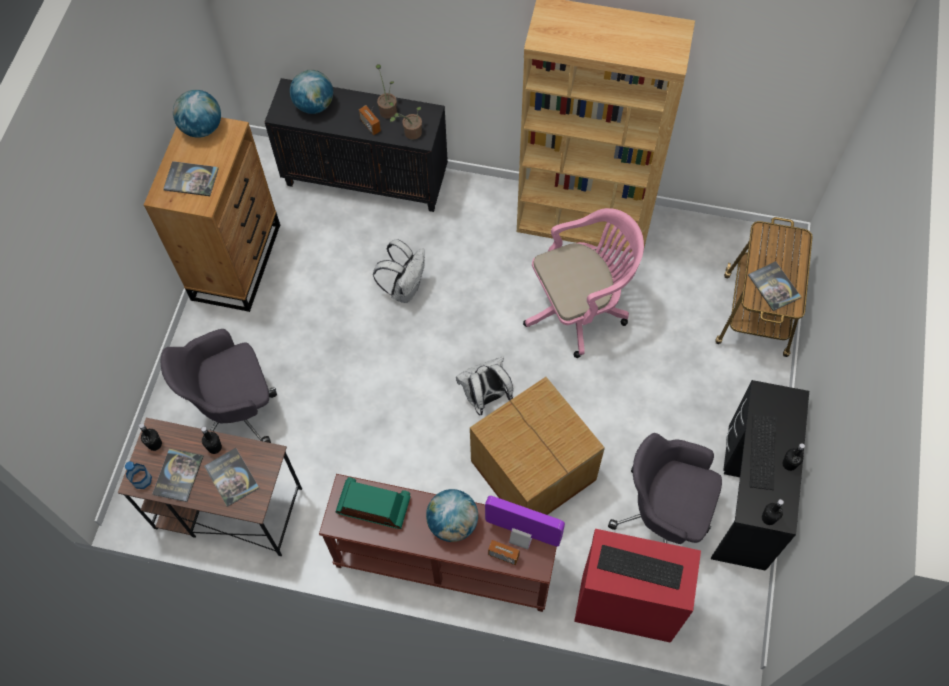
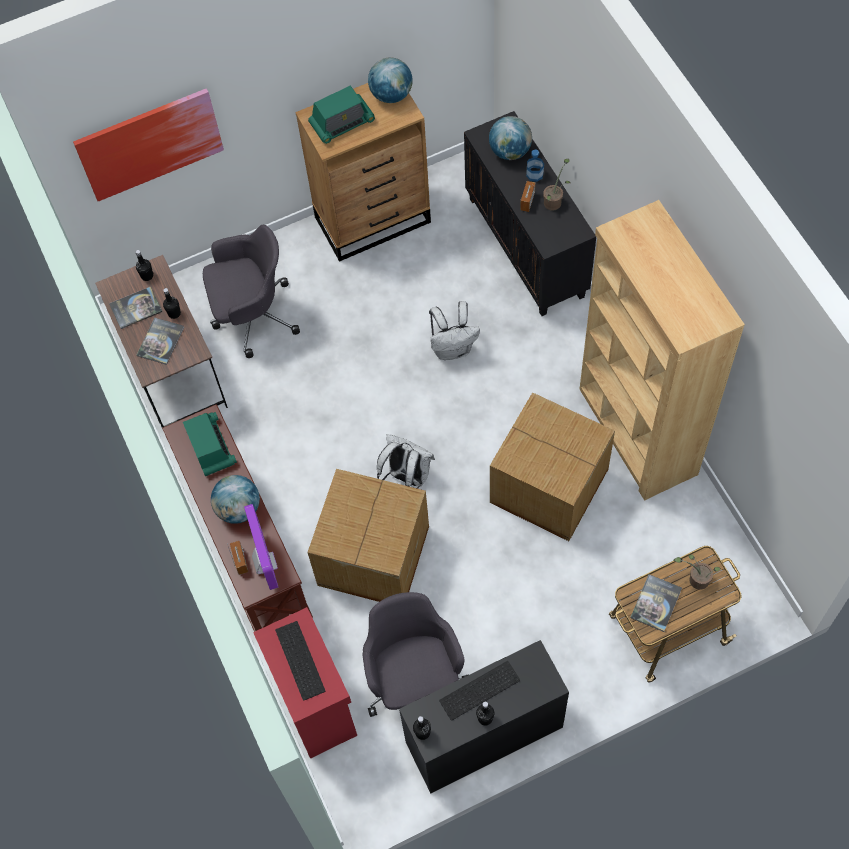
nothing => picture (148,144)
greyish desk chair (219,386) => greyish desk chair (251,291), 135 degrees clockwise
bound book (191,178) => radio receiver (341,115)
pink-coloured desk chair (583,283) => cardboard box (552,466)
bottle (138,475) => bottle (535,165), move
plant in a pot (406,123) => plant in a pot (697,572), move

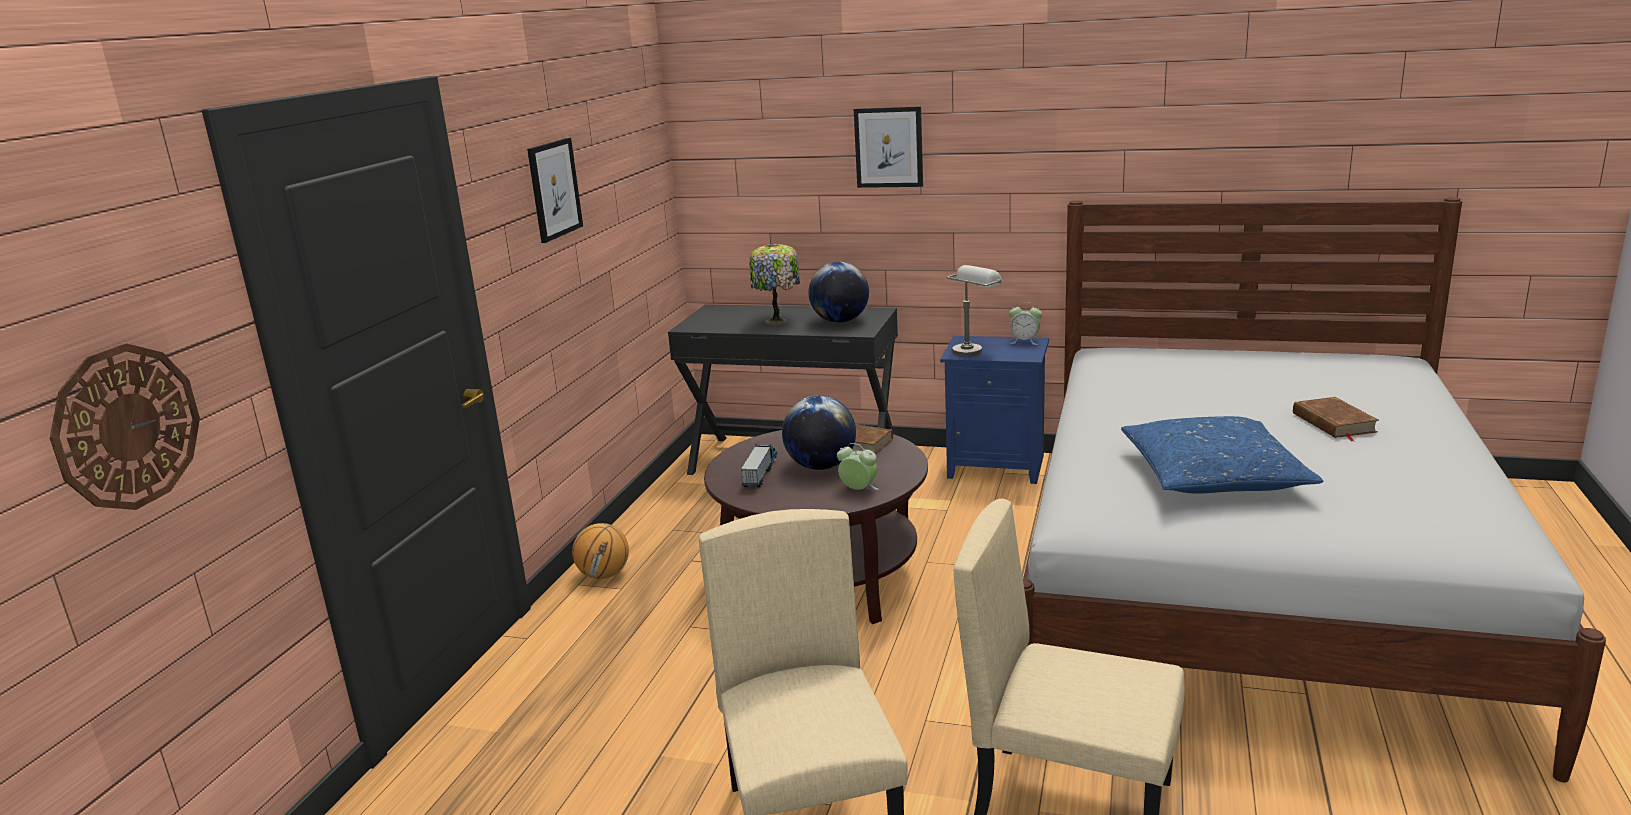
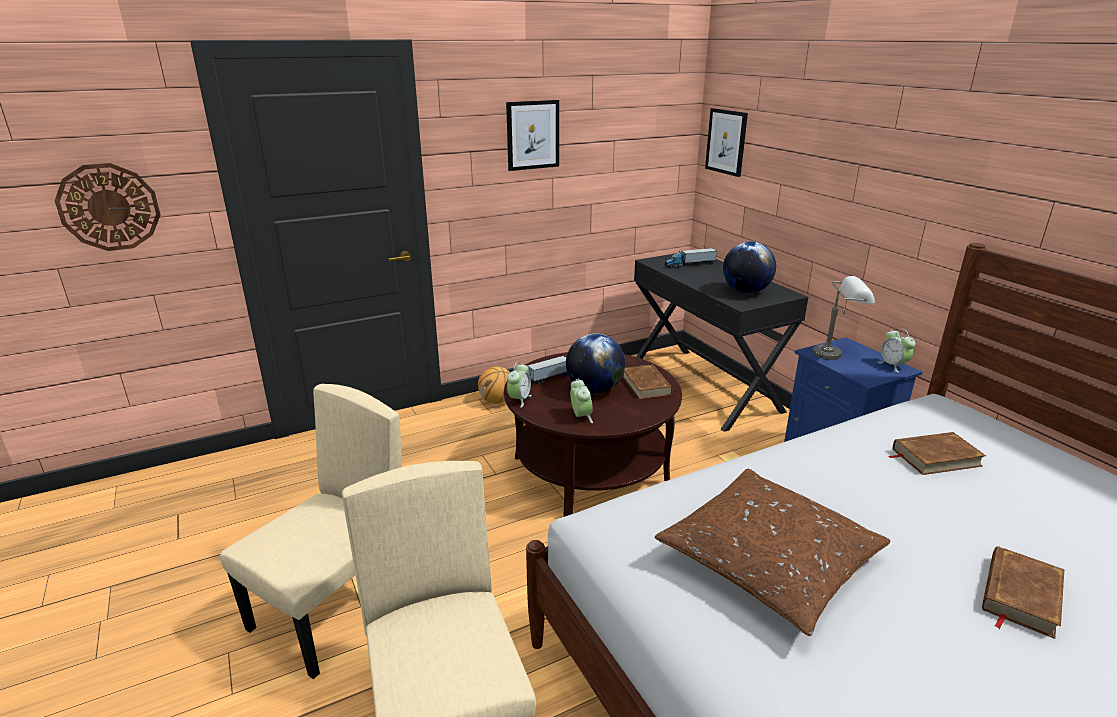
nothing => alarm clock (519,385)
bluish throw pillow (1222,455) => brown-coloured throw pillow (772,552)
nothing => model truck (690,258)
picture (888,147) => picture (726,142), move
nothing => brown-coloured bound book (937,453)
lamp for a table (774,284) => nothing

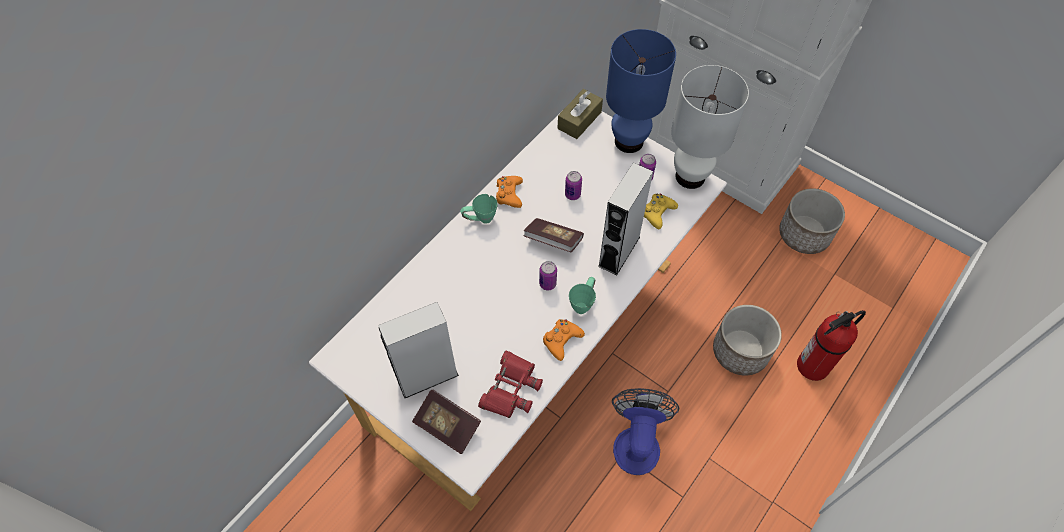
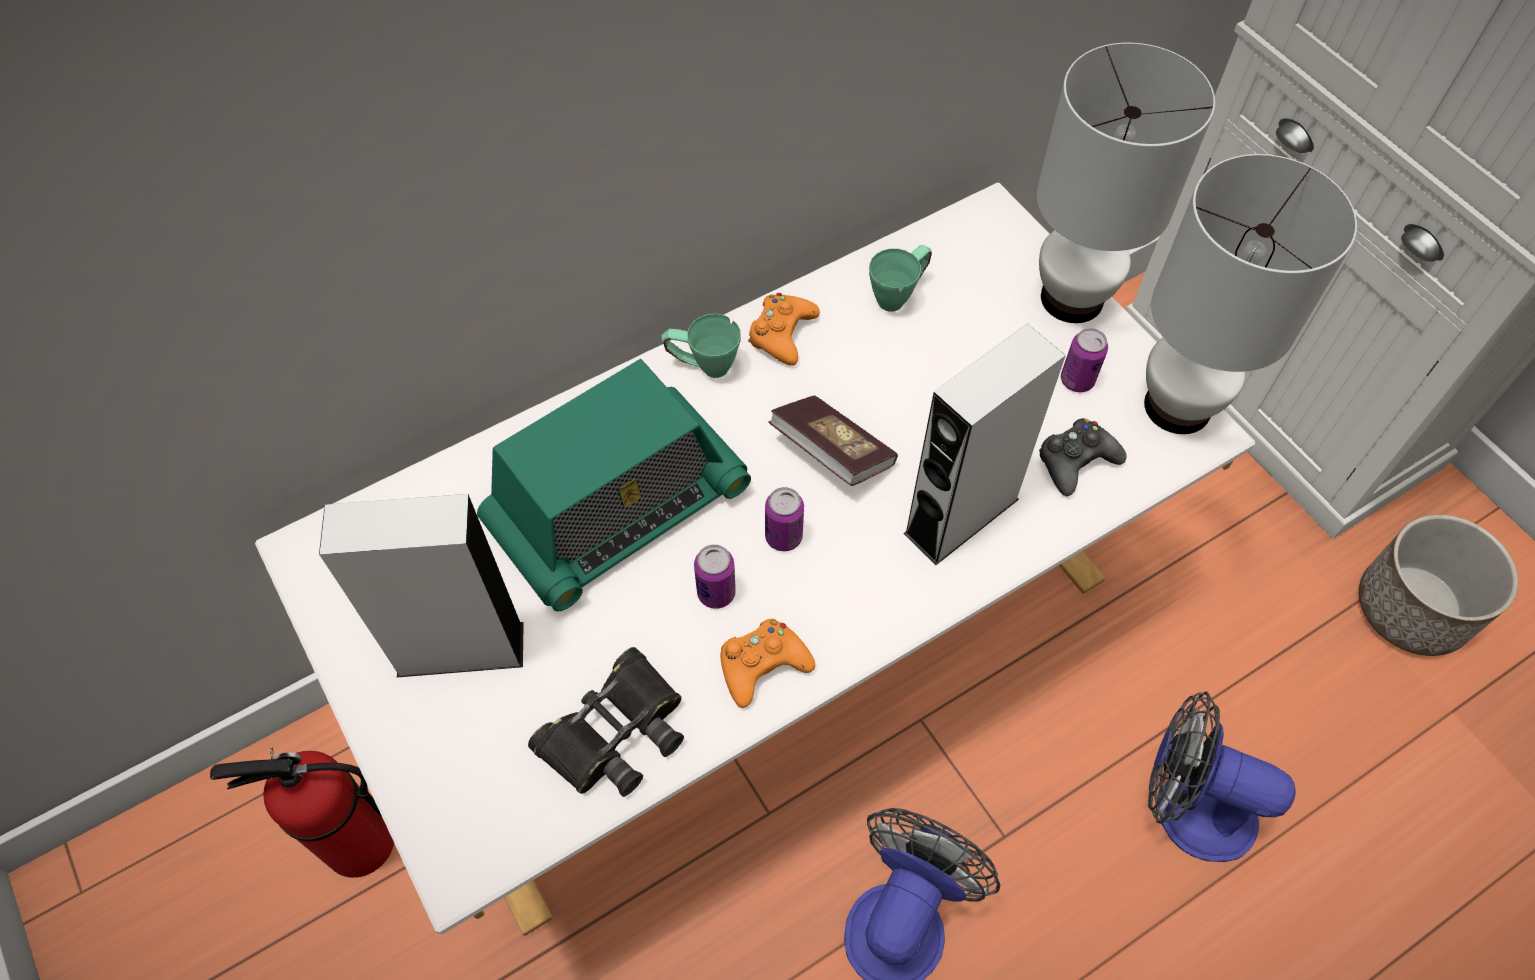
extinguisher (831,345) => extinguisher (302,813), move
nothing => radio receiver (614,485)
reddish pair of binoculars (510,384) => black pair of binoculars (606,722)
metal can (573,185) => metal can (715,577), move
greenish tea mug (582,295) => greenish tea mug (900,278), move
bluish lamp for a table (641,91) => white lamp for a table (1126,182)
yellowish gamepad (661,211) => black gamepad (1082,457)
plant pot (747,340) => electric fan (1222,776)
bound book (446,421) => nothing
brown-coloured box of tissues (580,114) => nothing

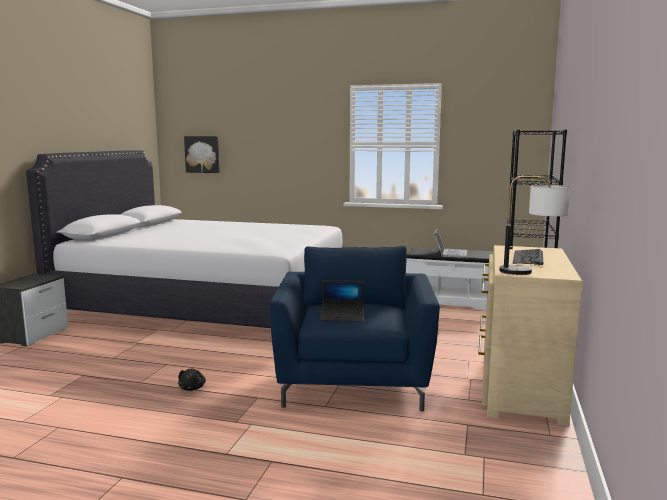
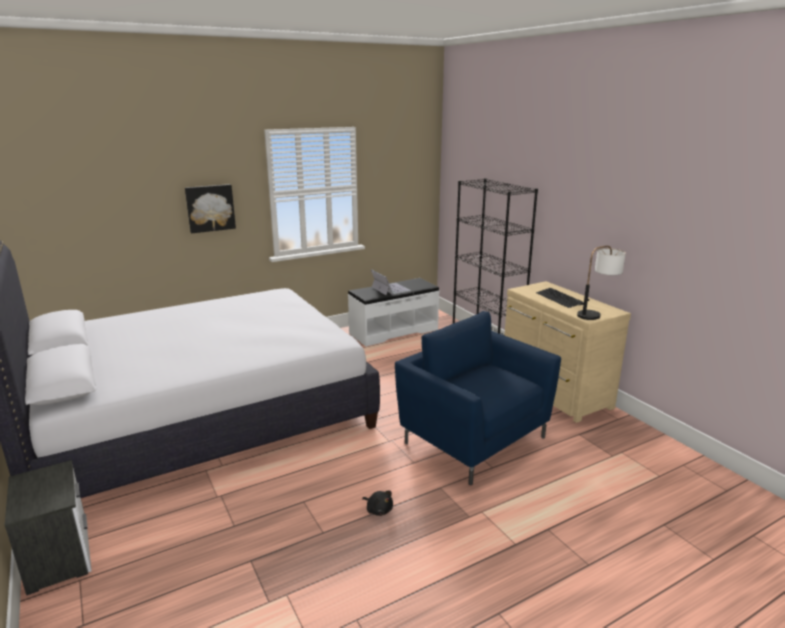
picture (202,154) => picture (210,208), move
laptop (342,301) => nothing

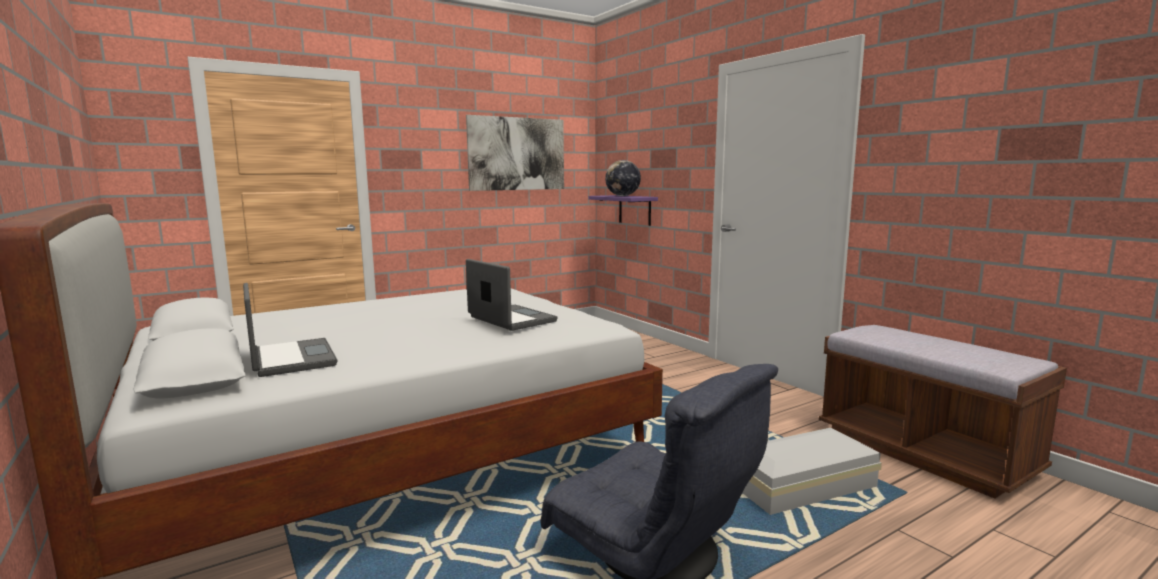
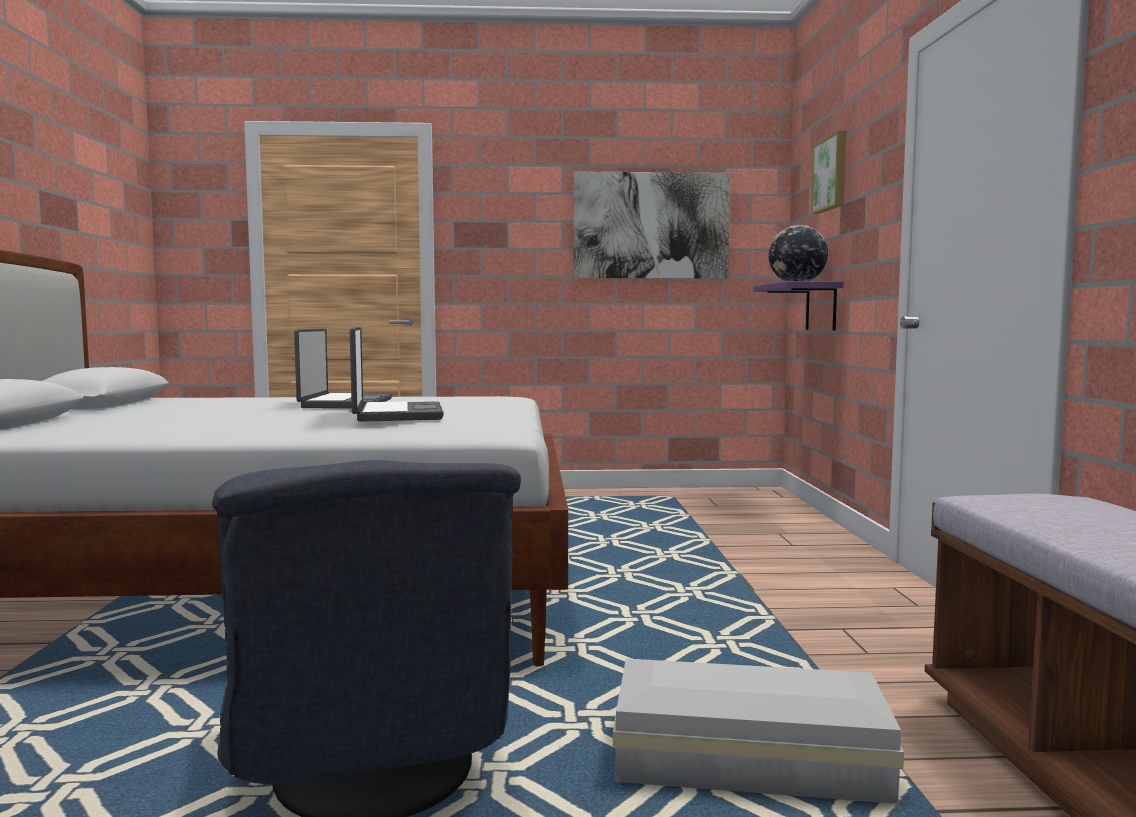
laptop (290,330) => laptop (343,368), move
nothing => picture (828,172)

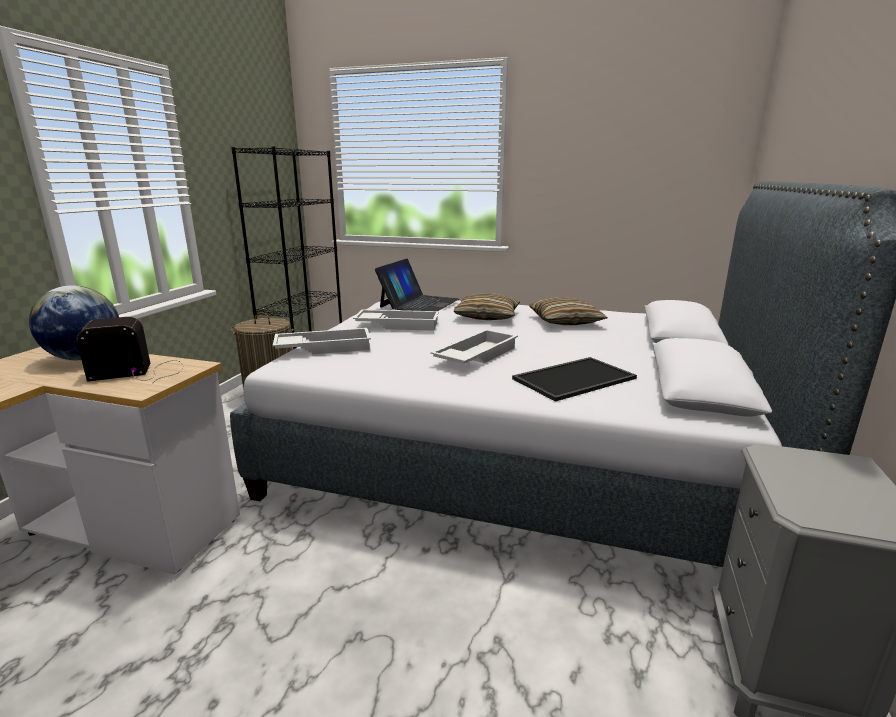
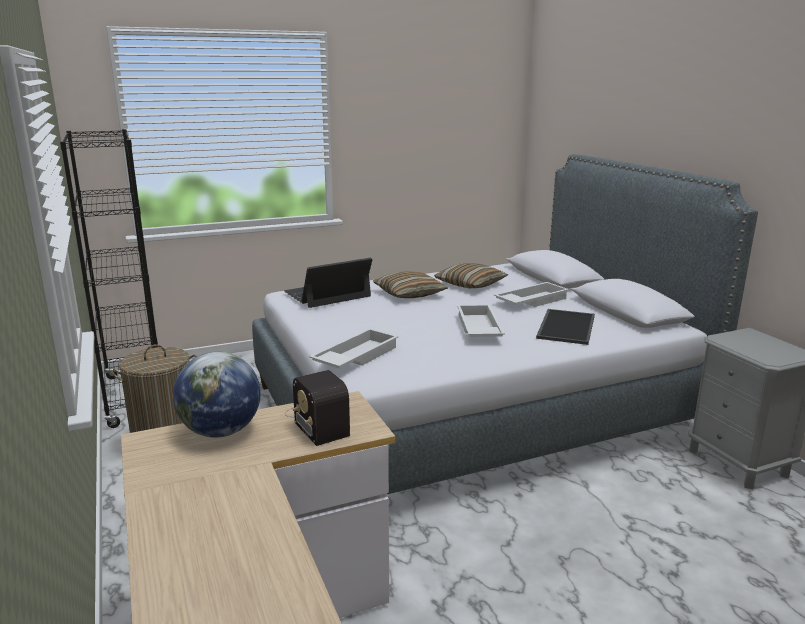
laptop (417,285) => laptop (328,283), 105 degrees counterclockwise
radio receiver (130,350) => radio receiver (317,408), 60 degrees counterclockwise
white serving tray (396,320) => white serving tray (531,294), move

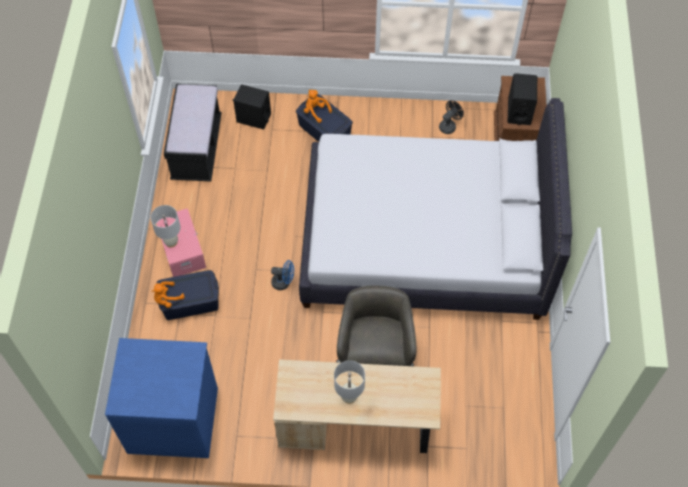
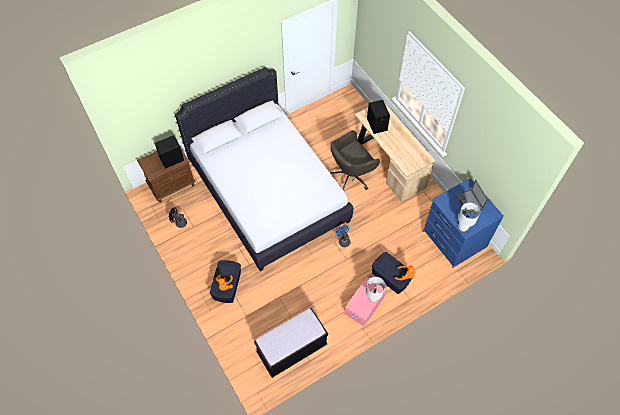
black speaker (251,106) => black speaker (378,117), move
nothing => laptop (472,197)
white lamp for a table (349,382) => white lamp for a table (469,217), move

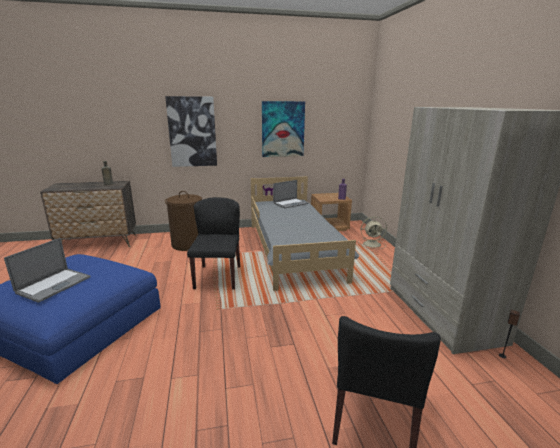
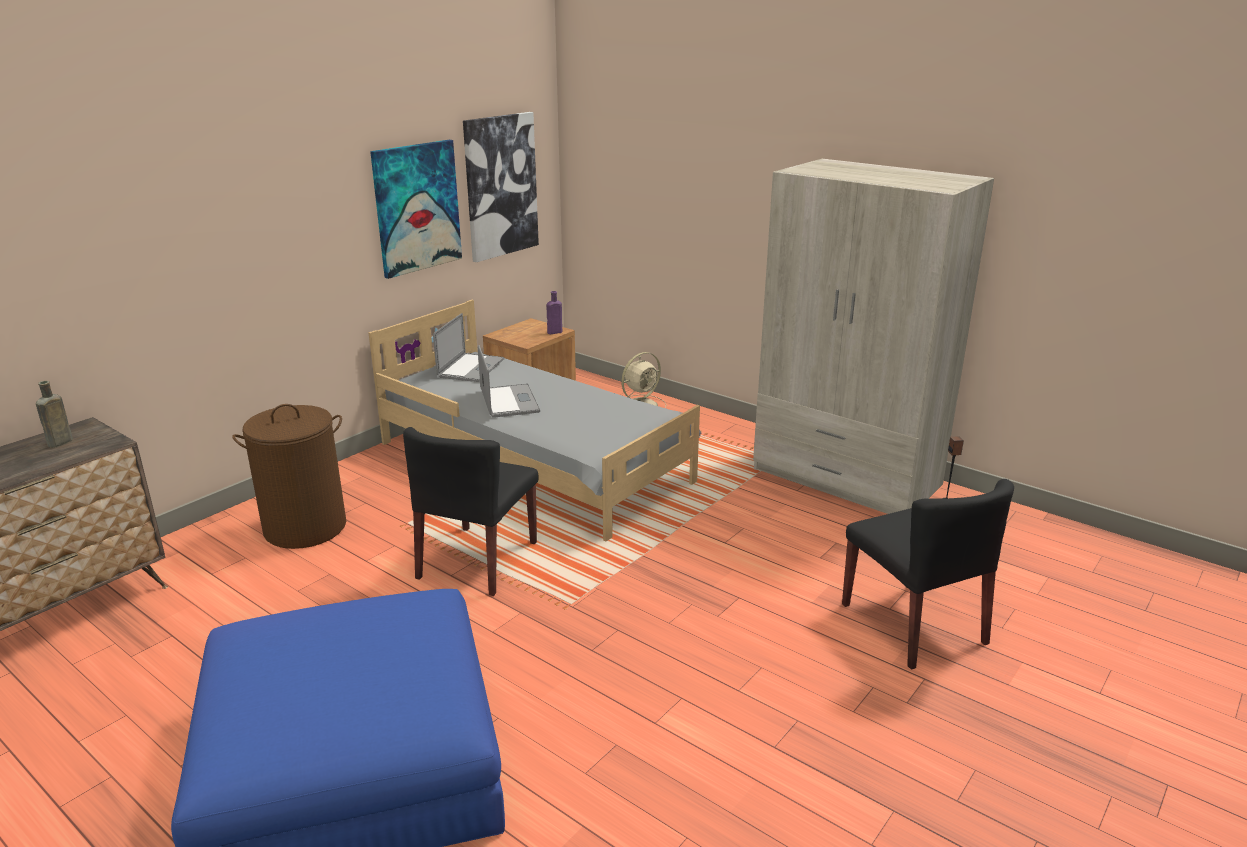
black upright chair (213,243) => black upright chair (471,511), 120 degrees counterclockwise
picture (191,131) => picture (501,187), move
laptop (47,270) => laptop (509,381), move

